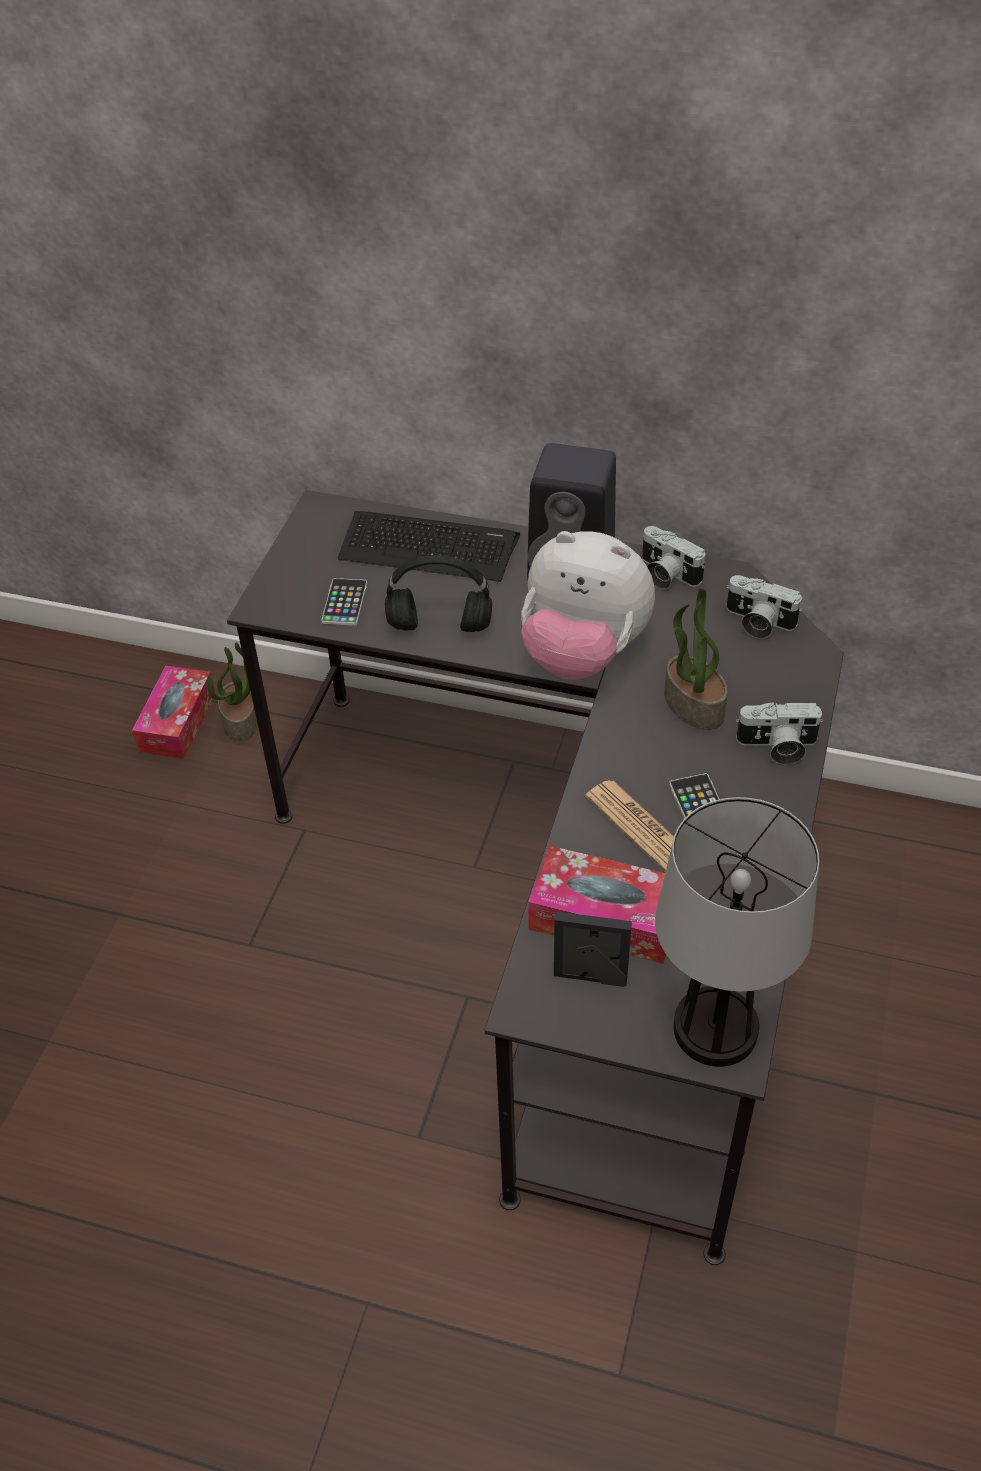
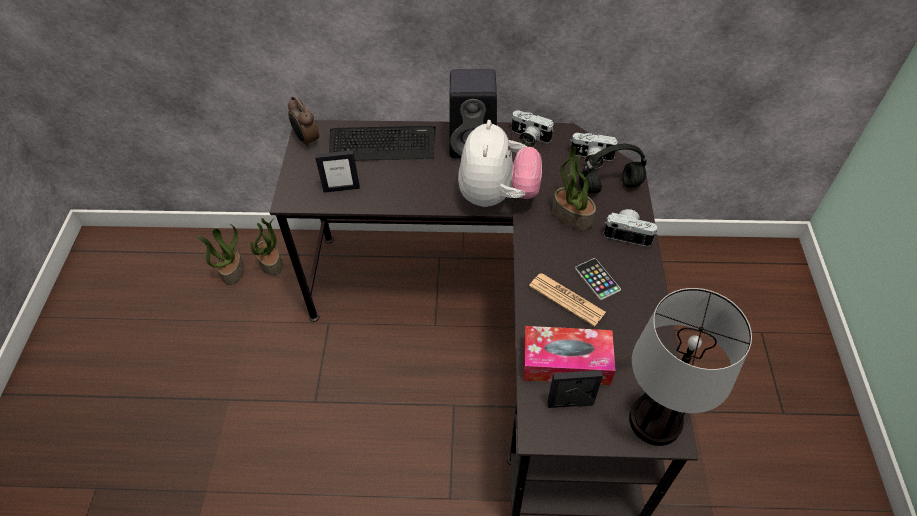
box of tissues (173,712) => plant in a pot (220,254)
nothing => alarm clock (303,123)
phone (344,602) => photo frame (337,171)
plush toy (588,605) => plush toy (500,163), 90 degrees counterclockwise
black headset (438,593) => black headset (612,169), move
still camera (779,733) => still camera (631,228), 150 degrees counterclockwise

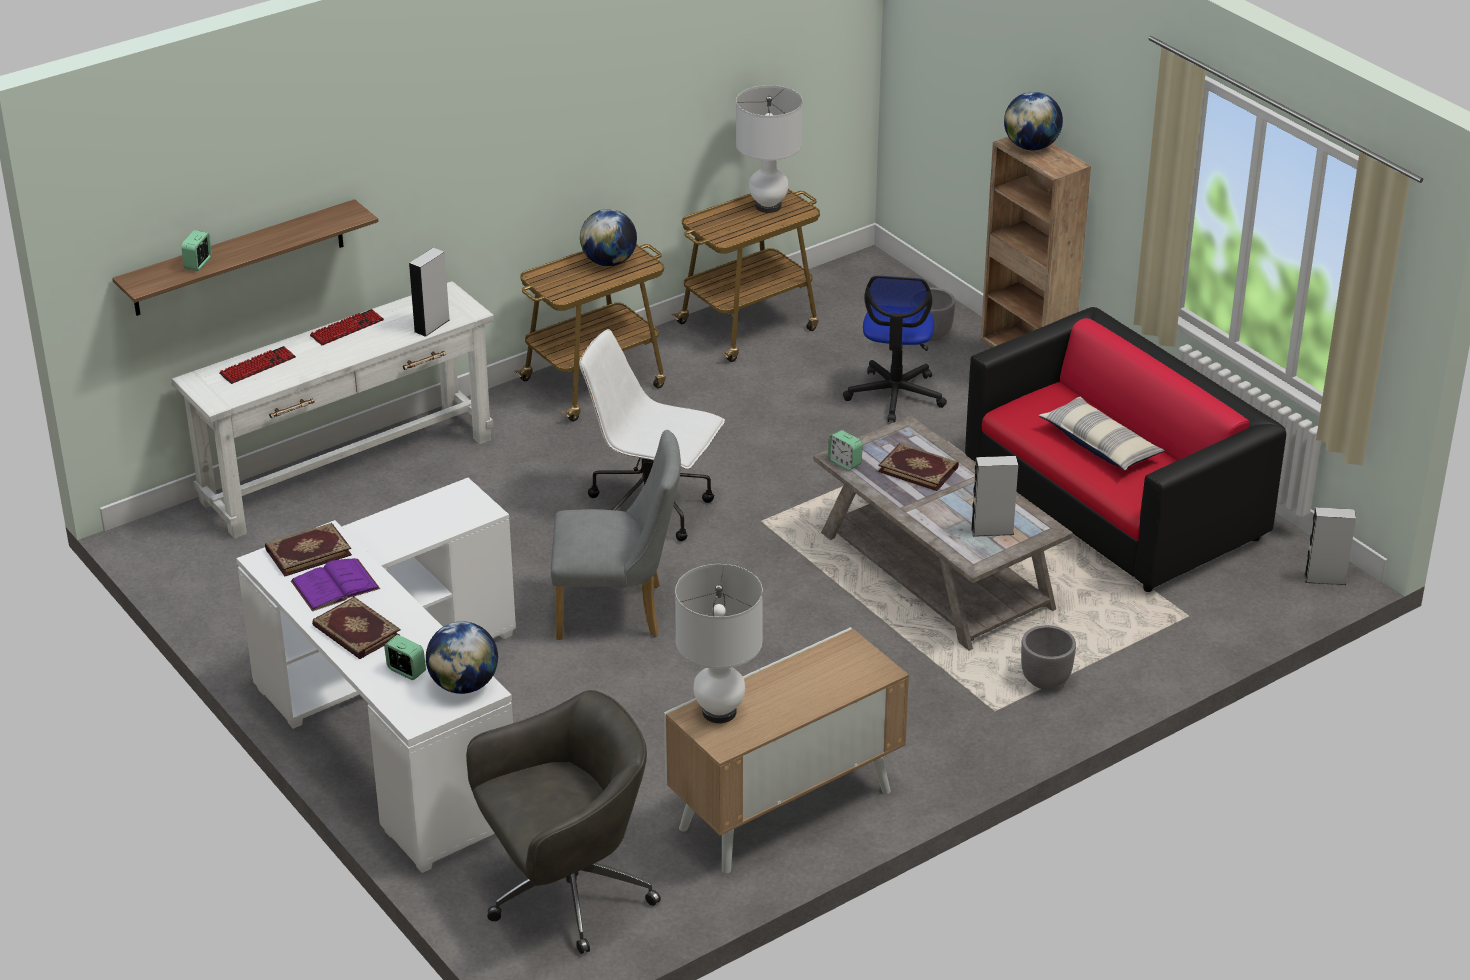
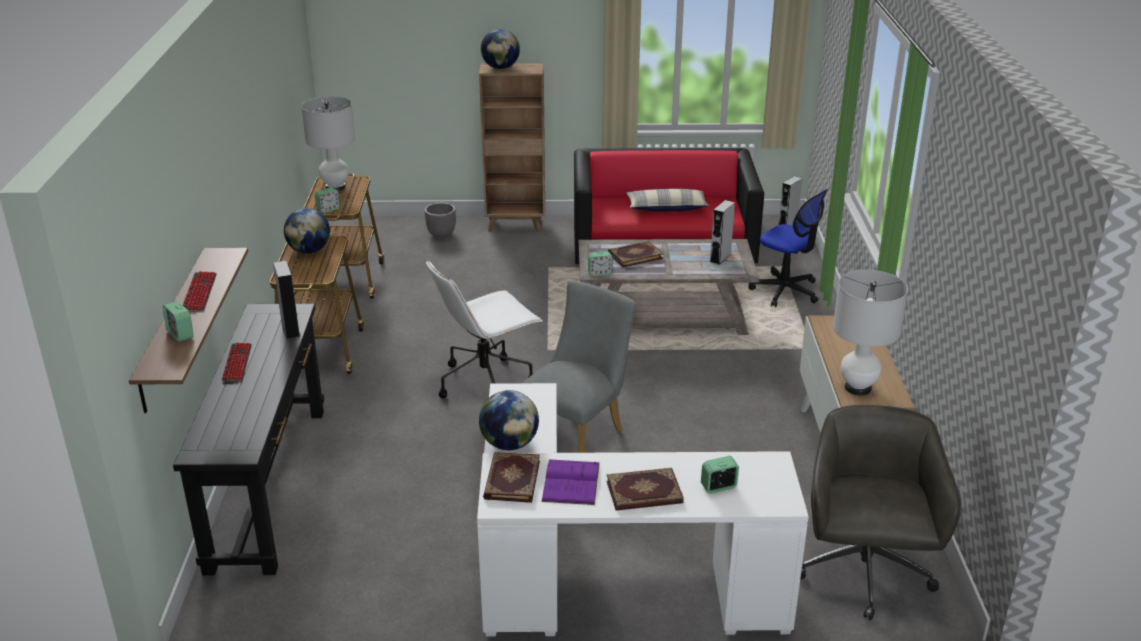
white narrow table (333,409) => black narrow table (248,439)
computer keyboard (257,365) => computer keyboard (200,290), move
nothing => alarm clock (328,200)
desk globe (462,657) => desk globe (509,420), move
desk chair (895,348) => desk chair (788,248), move
greyish plant pot (1048,657) => nothing

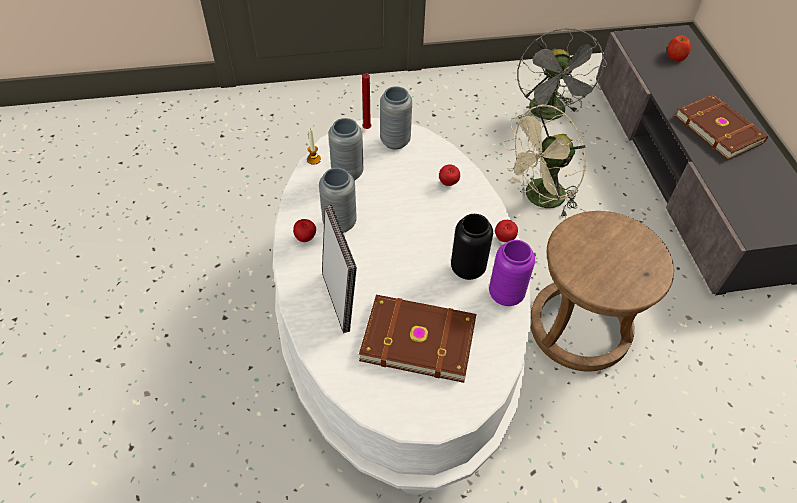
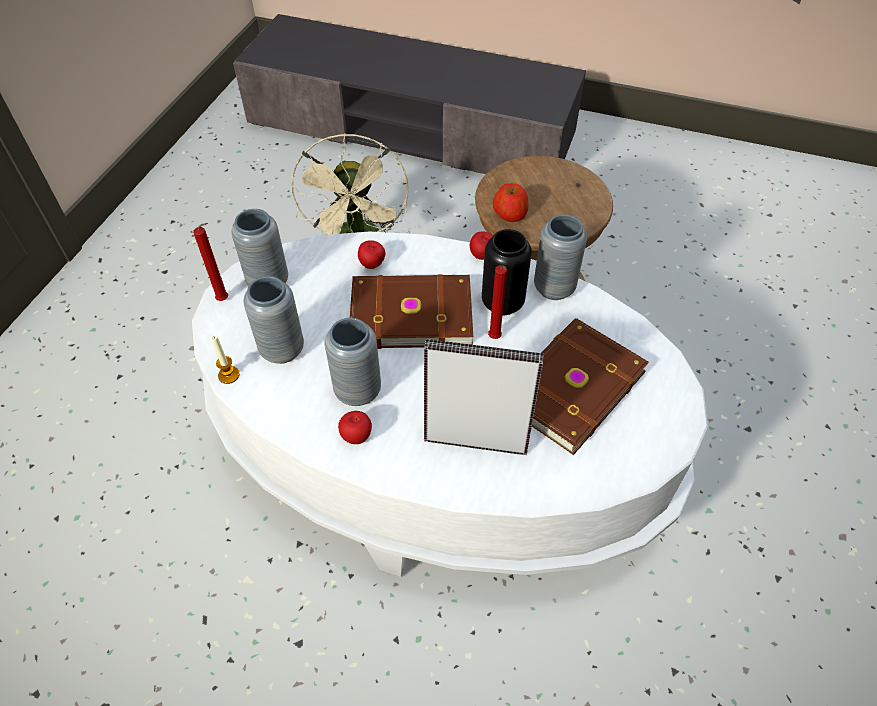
brown-coloured bound book (721,127) => brown-coloured bound book (411,311), move
nothing => reddish wax light (497,302)
apple fruit (679,48) => apple fruit (510,202), move
purplish decorative vase (512,273) => greyish decorative vase (560,257)
greyish electric fan (562,73) => nothing

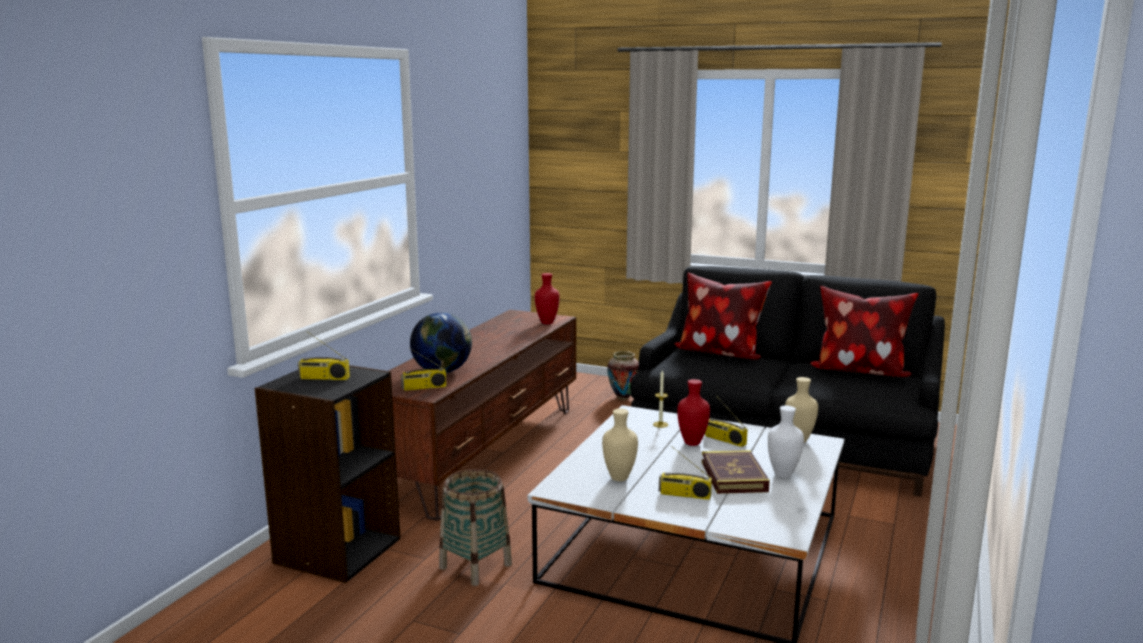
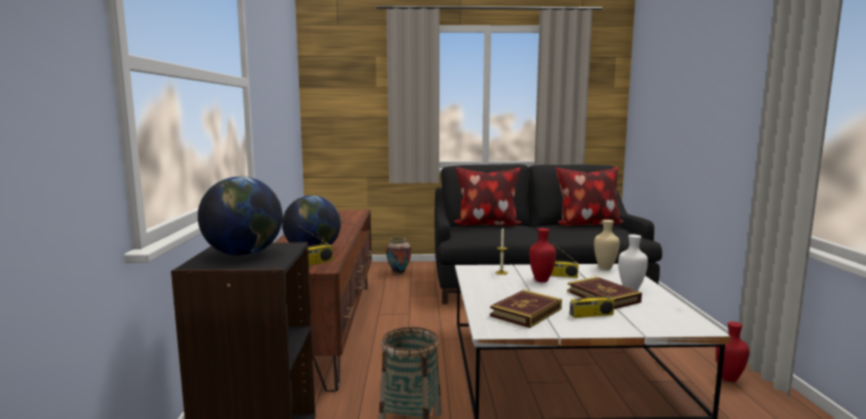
radio receiver (324,355) => desk globe (240,216)
beige decorative vase (620,444) => bound book (526,309)
reddish decorative vase (547,298) => reddish decorative vase (733,352), move

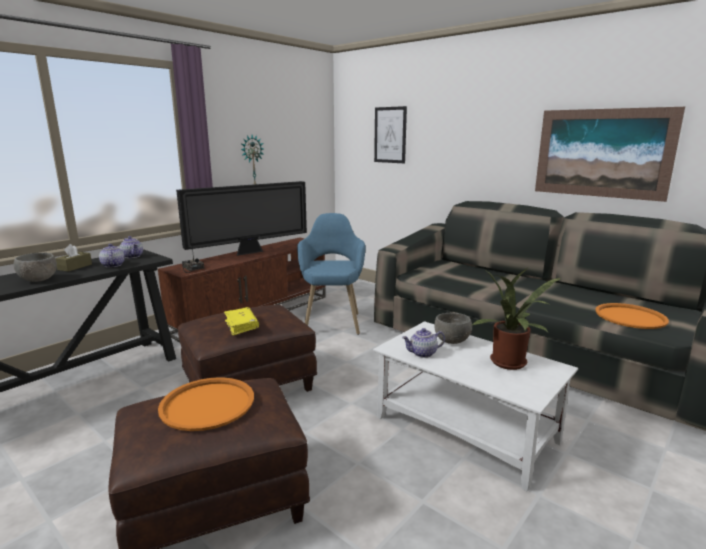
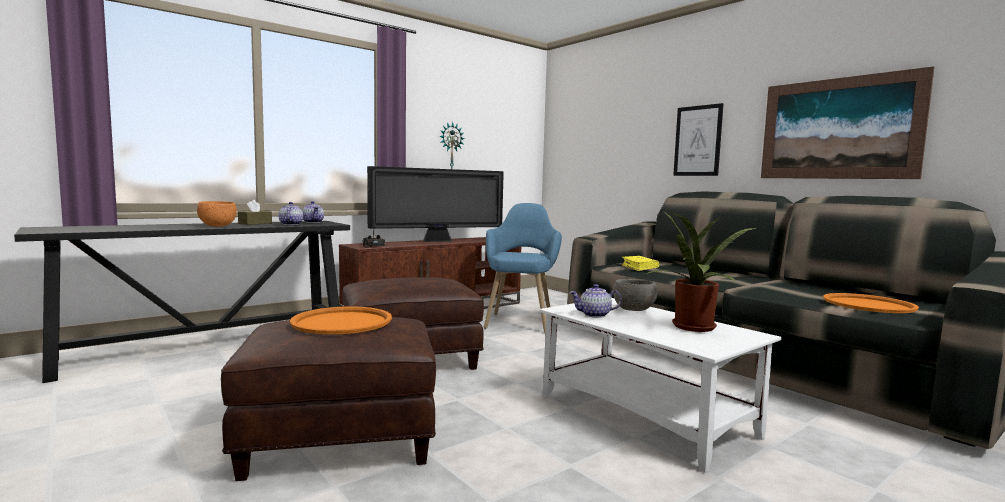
greyish bowl (35,267) => orange bowl (217,214)
yellowish bound book (241,321) => yellowish bound book (640,263), move
picture (390,134) => picture (698,139), move

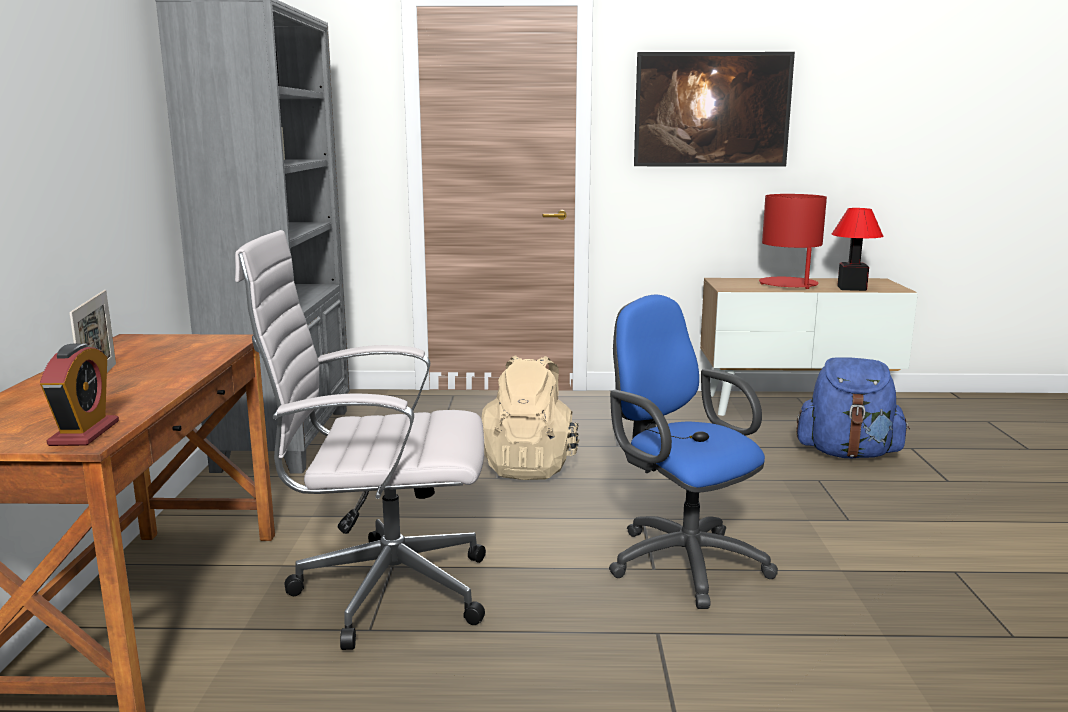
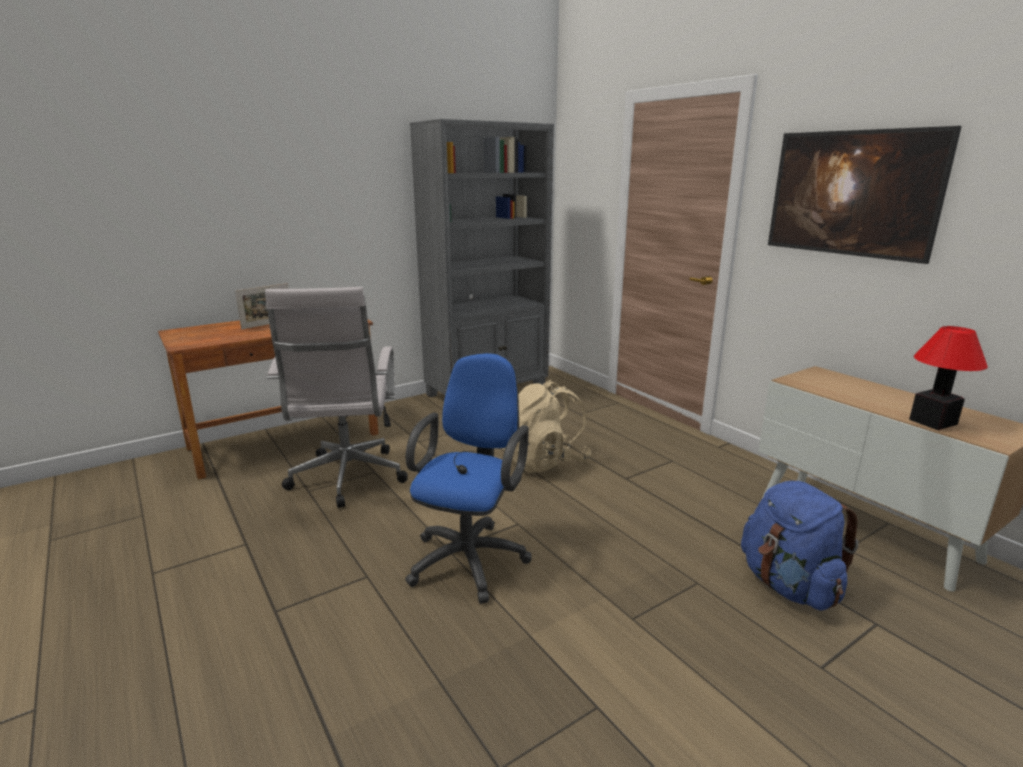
white desk chair (360,440) => white desk chair (336,397), 150 degrees counterclockwise
alarm clock (79,395) => nothing
reddish lamp for a table (793,241) => nothing

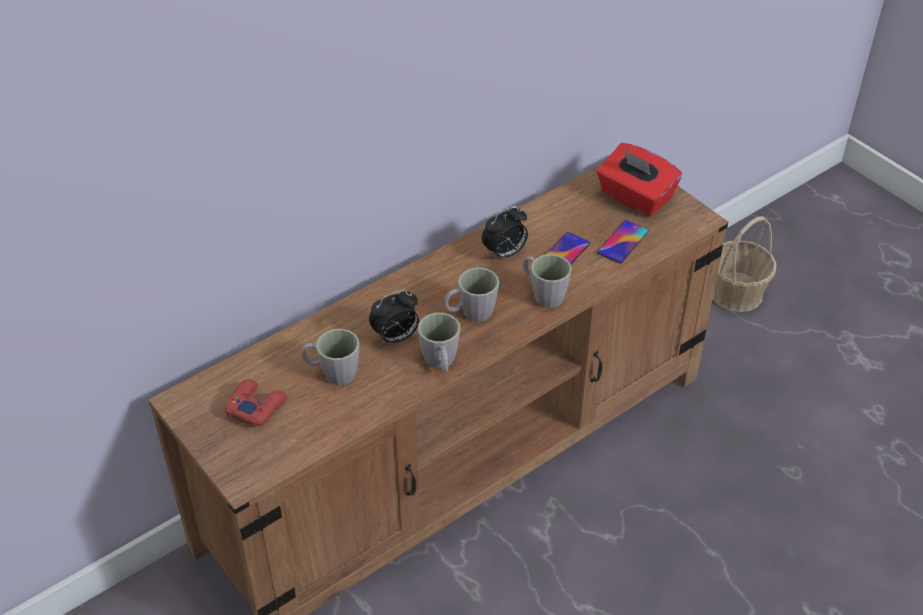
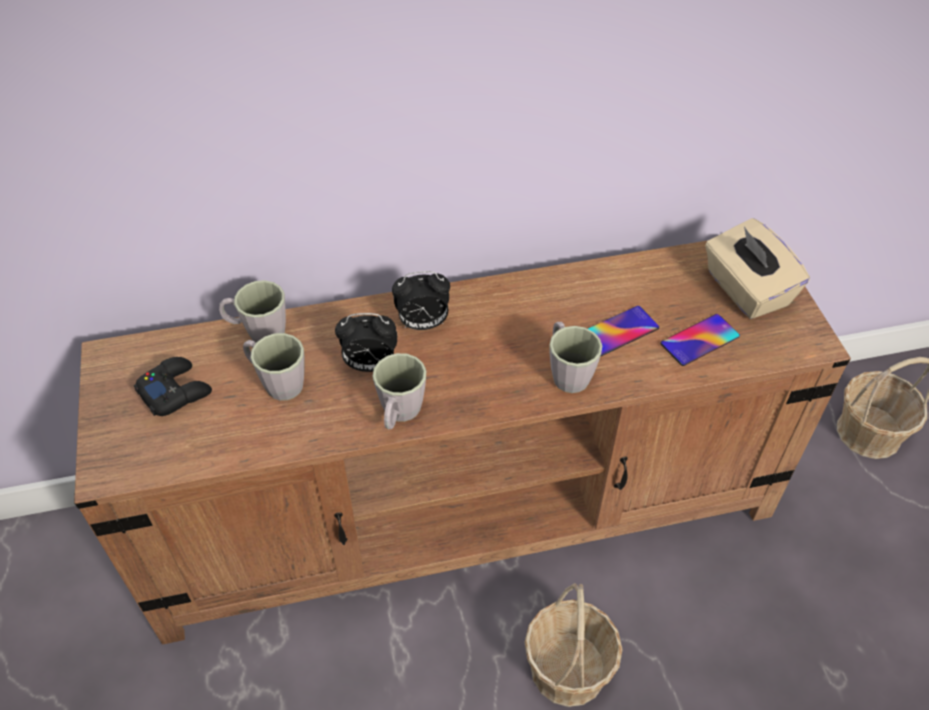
reddish gamepad (256,403) => black gamepad (173,386)
greyish tea mug (471,294) => greyish tea mug (252,311), move
alarm clock (505,233) => alarm clock (421,300), move
nothing => basket (573,645)
reddish box of tissues (639,180) => beige box of tissues (757,268)

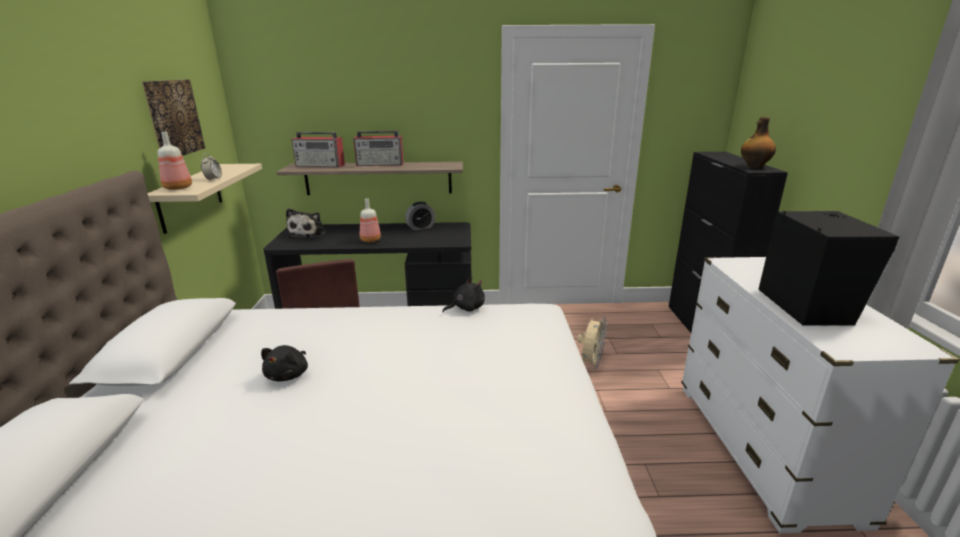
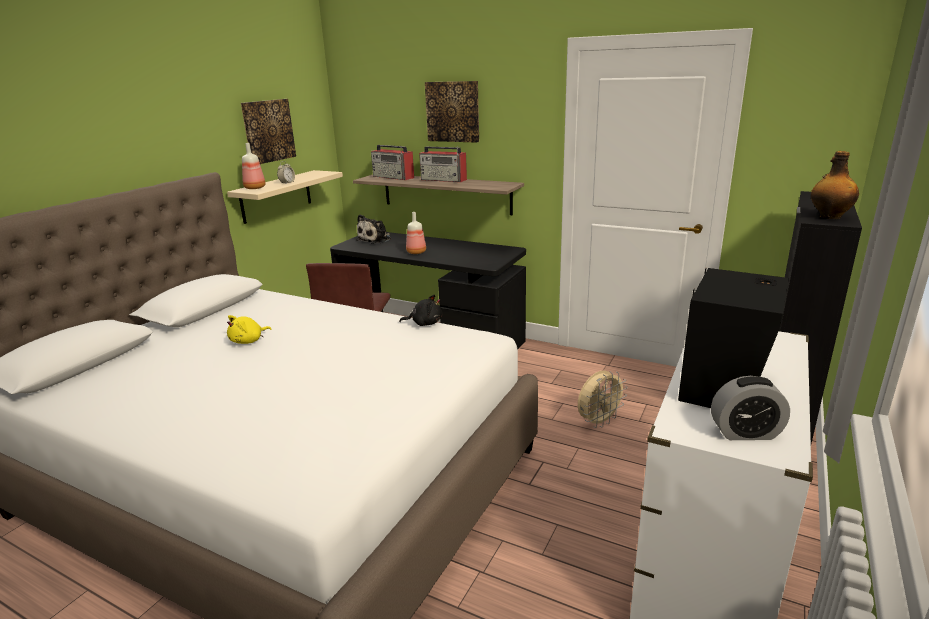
black plush toy (284,363) => yellowish plush toy (249,329)
nothing => picture (452,112)
alarm clock (420,216) => alarm clock (750,408), move

